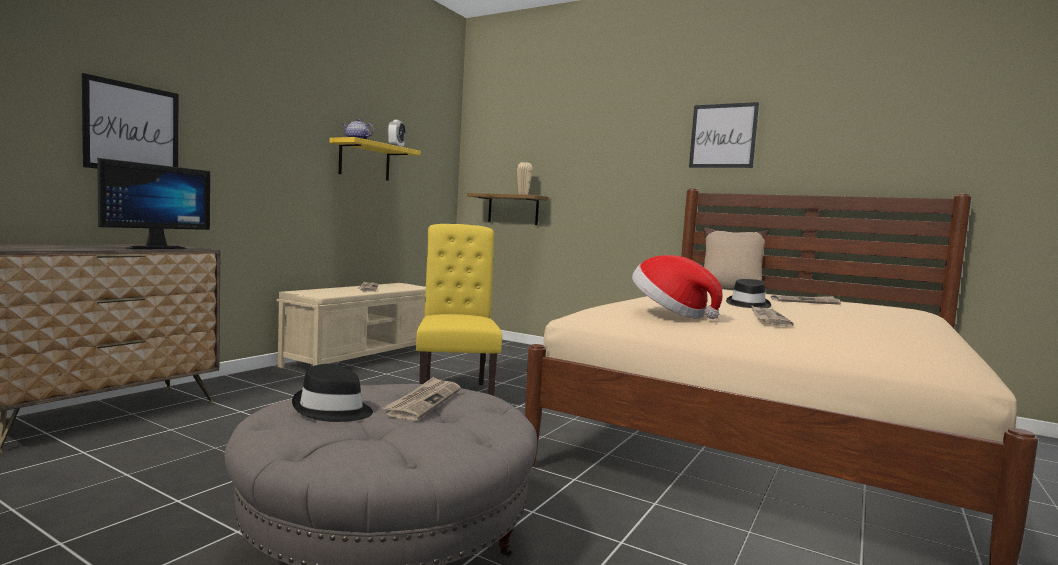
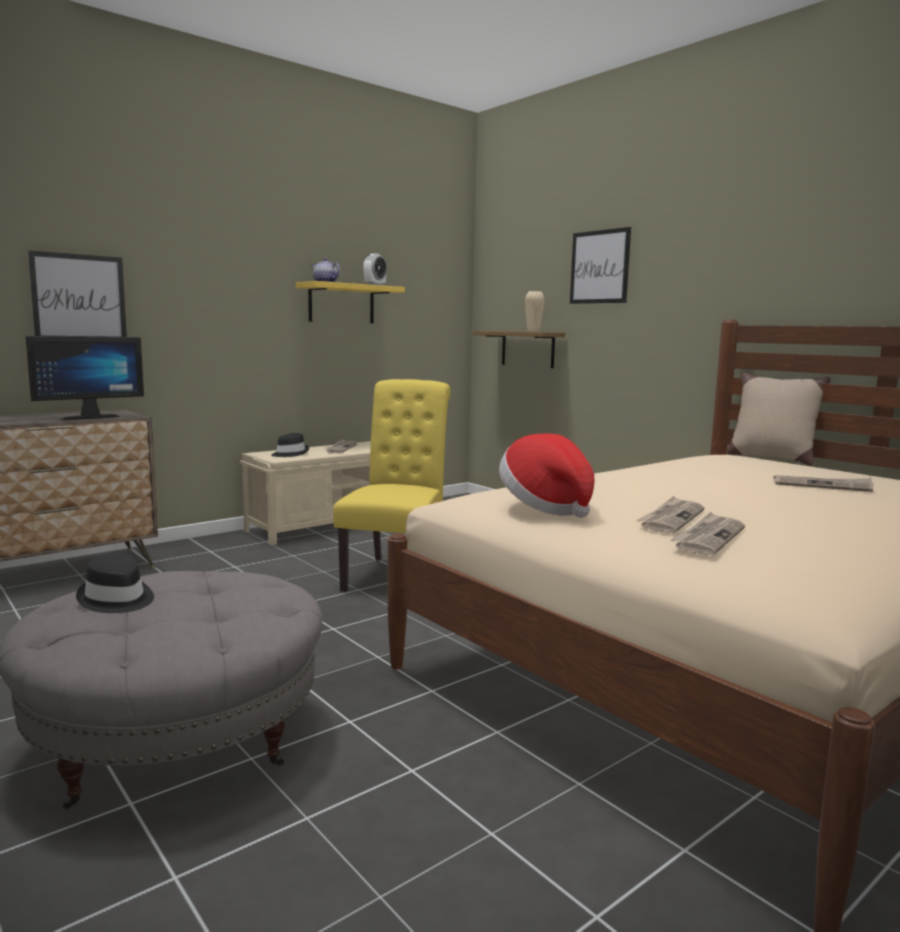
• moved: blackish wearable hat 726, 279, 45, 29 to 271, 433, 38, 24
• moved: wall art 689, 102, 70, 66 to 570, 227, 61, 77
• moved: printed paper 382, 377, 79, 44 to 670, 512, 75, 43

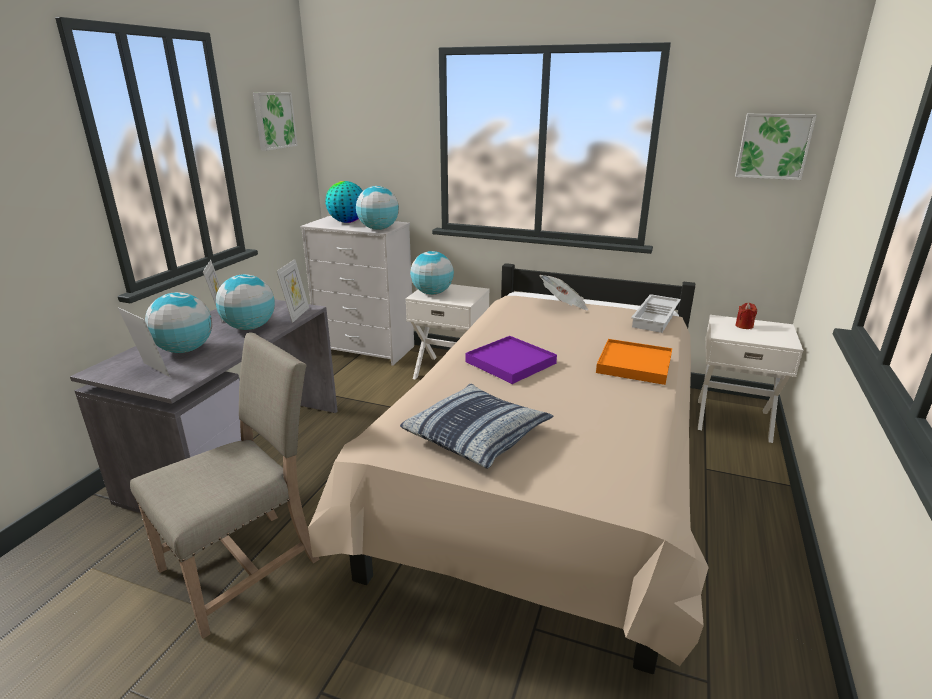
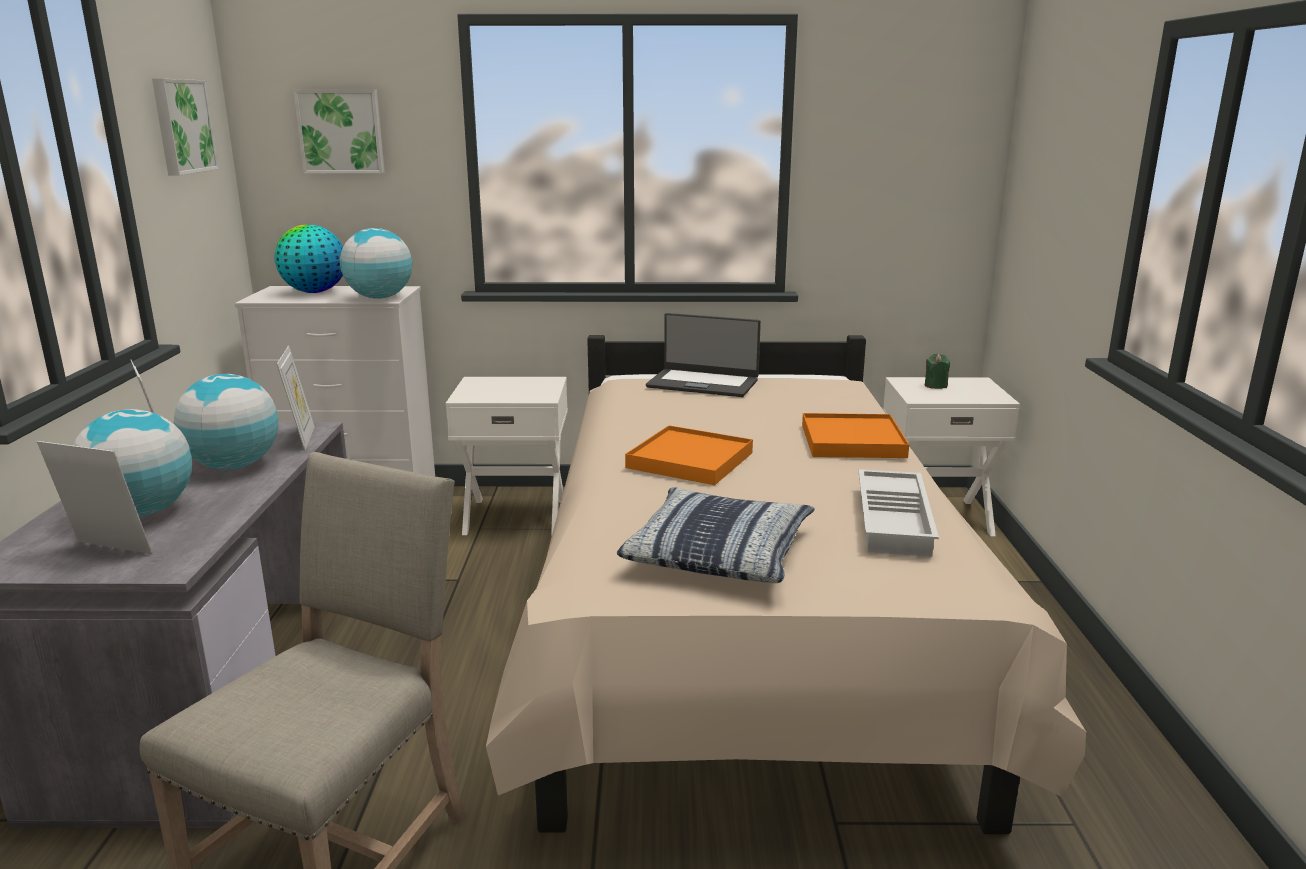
• moved: wall art 735, 114, 82, 66 to 294, 90, 91, 83
• recoloured: purple tray 465, 336, 92, 48 to orange-coloured tray 625, 425, 128, 60
• replaced: printed paper 540, 275, 49, 36 to laptop 646, 313, 115, 84
• moved: whitish tray 631, 294, 50, 39 to 858, 469, 81, 88
• recoloured: red-coloured wax light 735, 303, 22, 26 to green wax light 925, 354, 25, 35
• removed: desk globe 410, 251, 44, 44

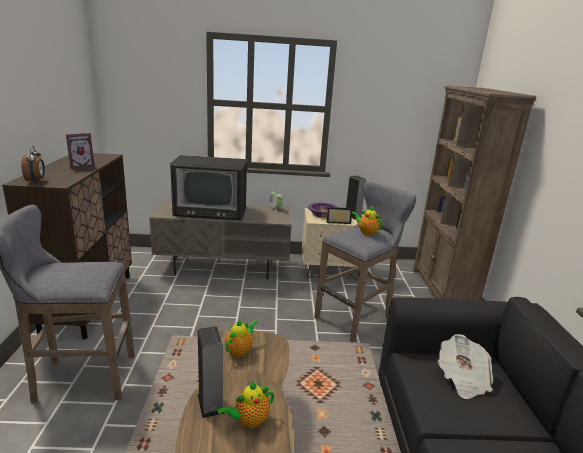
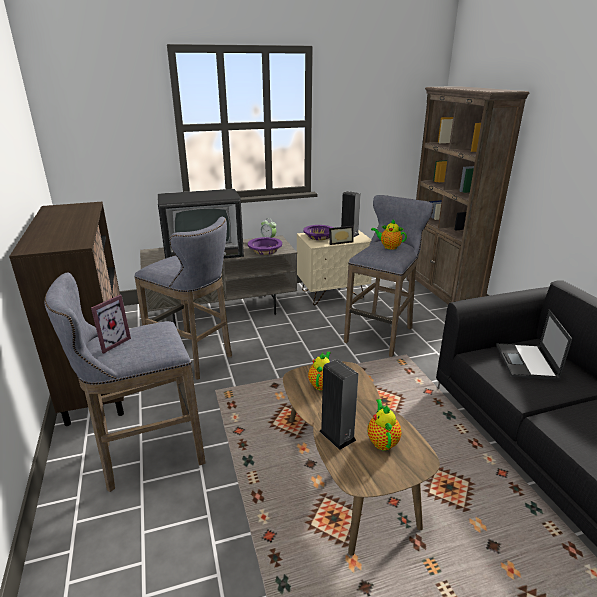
• moved: picture frame 66, 133, 29, 36 to 91, 295, 40, 59
• added: greyish stool seat 134, 217, 98, 163
• added: purple bowl 248, 237, 34, 18
• turned: tea pot 218, 382, 56, 46 = 367, 399, 34, 52 135 degrees clockwise
• replaced: printed paper 438, 334, 55, 65 to laptop 496, 310, 76, 70
• removed: table clock 21, 146, 24, 36

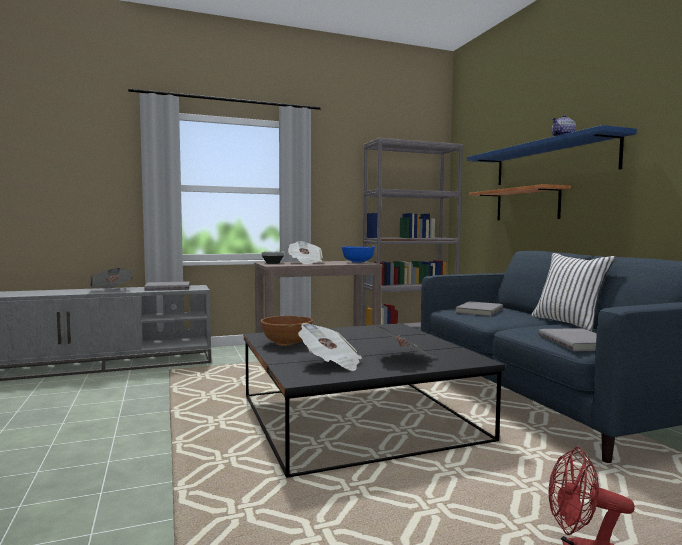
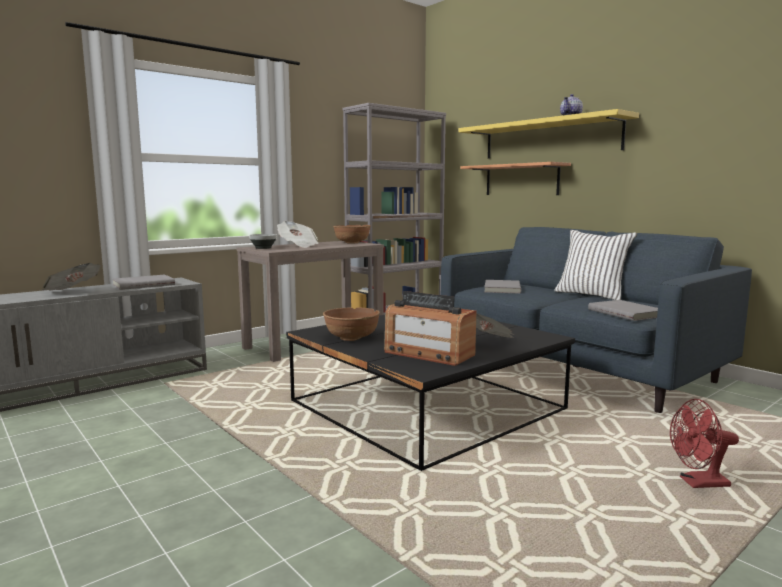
• recoloured: bluish bowl 342, 246, 33, 17 to brownish bowl 333, 225, 38, 19
• replaced: printed paper 298, 323, 64, 48 to radio set 384, 291, 92, 75
• recoloured: bluish wall shelf 467, 125, 170, 60 to yellow-coloured wall shelf 458, 109, 181, 50

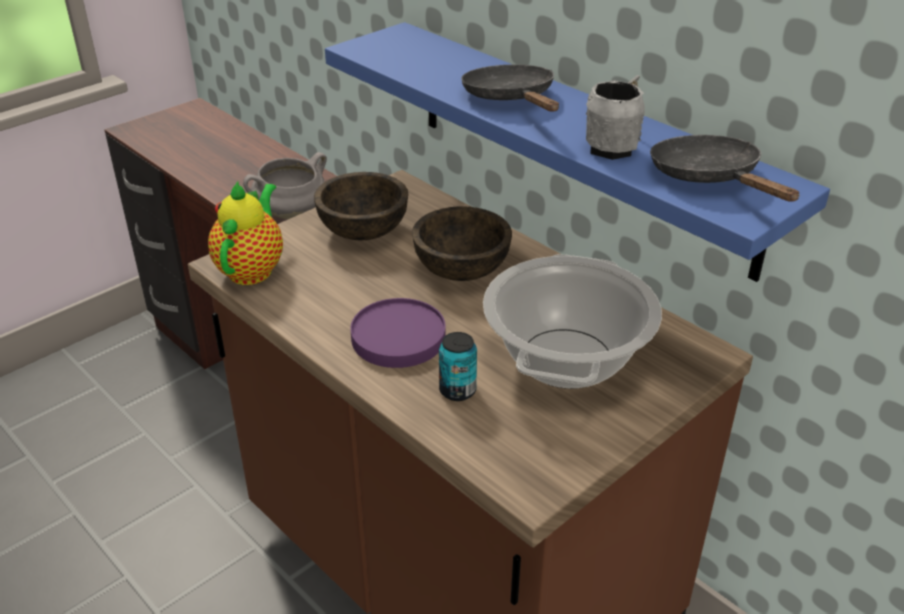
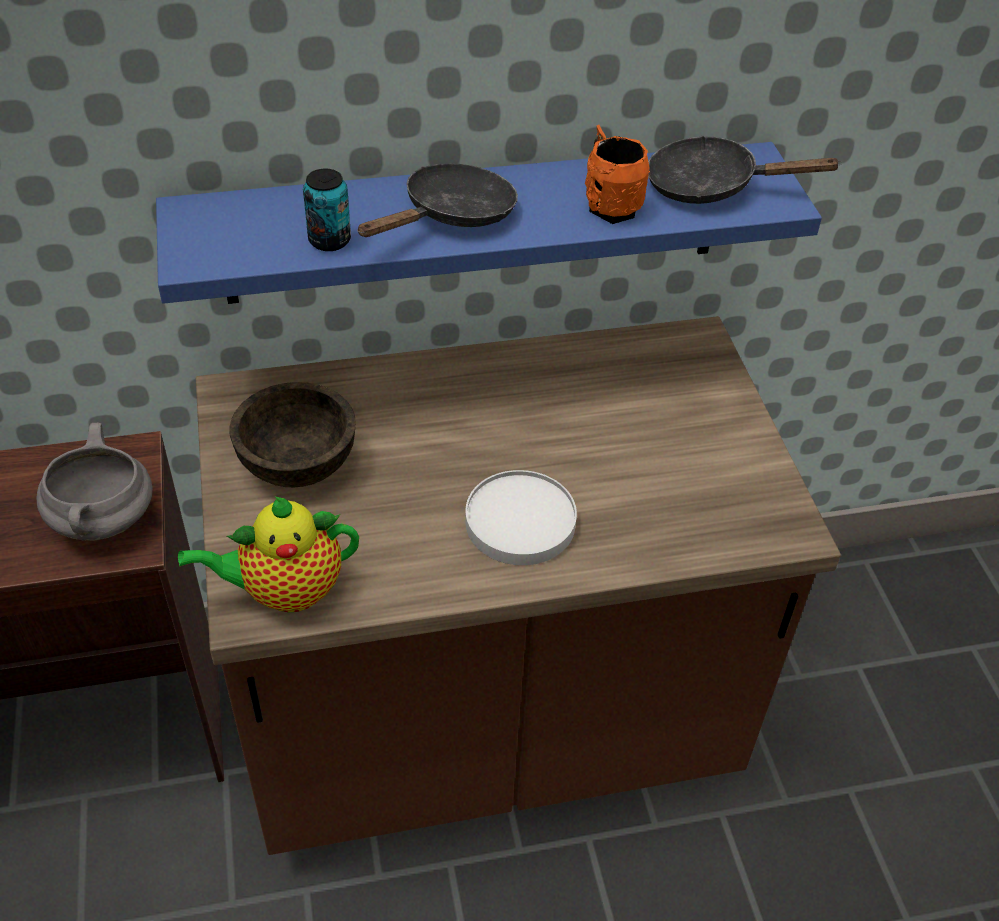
• turned: tea pot 208, 181, 75, 104 = 178, 497, 181, 115 60 degrees counterclockwise
• moved: metal can 439, 332, 38, 69 to 303, 169, 48, 82
• turned: blackish pan 461, 64, 98, 48 = 357, 163, 161, 74 120 degrees clockwise
• recoloured: purple plate 350, 298, 96, 70 to whitish plate 465, 470, 112, 95
• recoloured: greyish mug 586, 75, 59, 85 to orange-coloured mug 585, 125, 65, 99
• removed: brownish bowl 412, 206, 100, 75
• removed: saucepot 483, 254, 179, 135

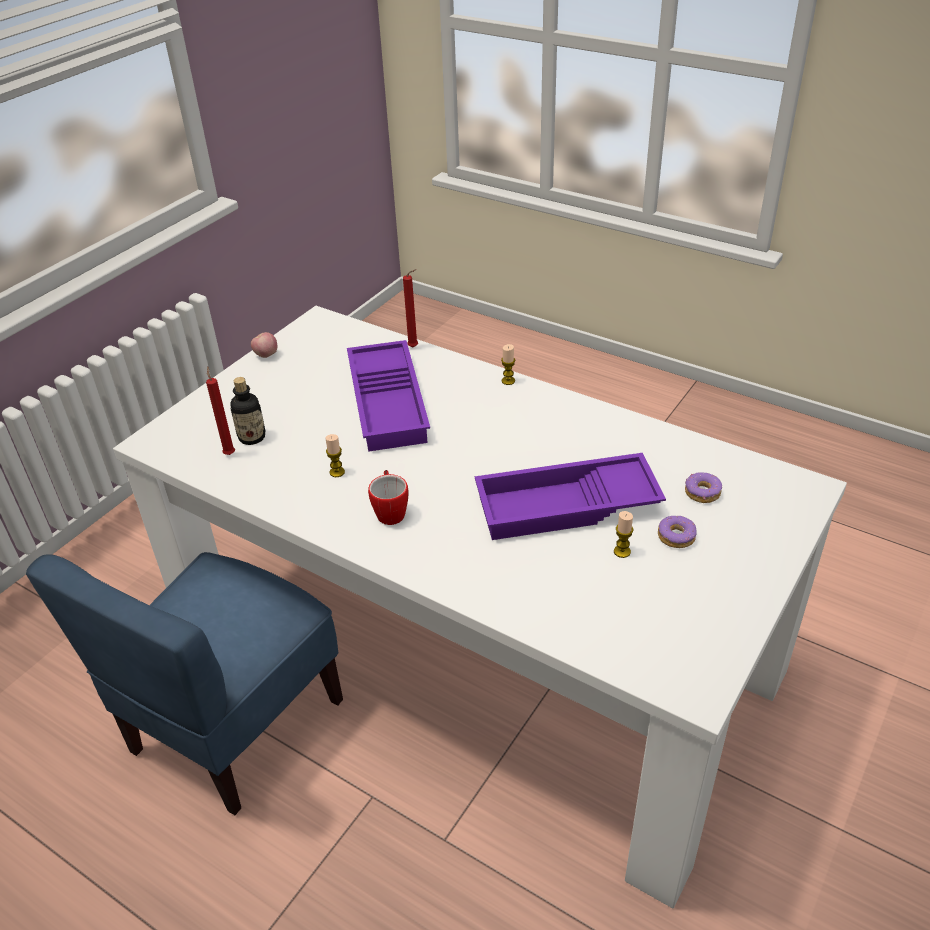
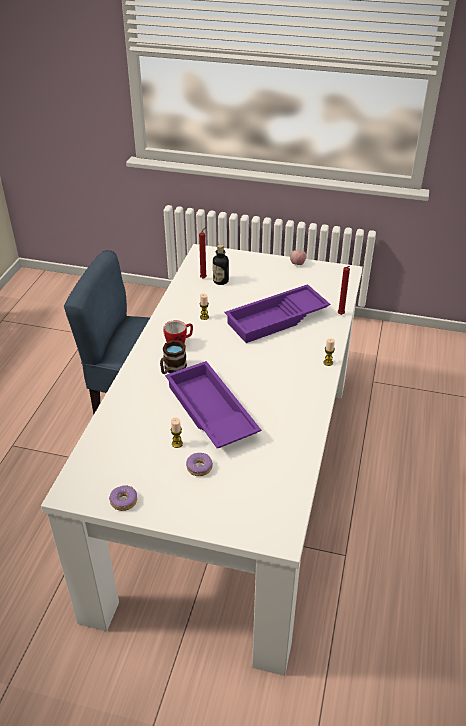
• moved: doughnut 685, 473, 37, 30 to 109, 485, 28, 26
• added: brownish mug 160, 340, 27, 34

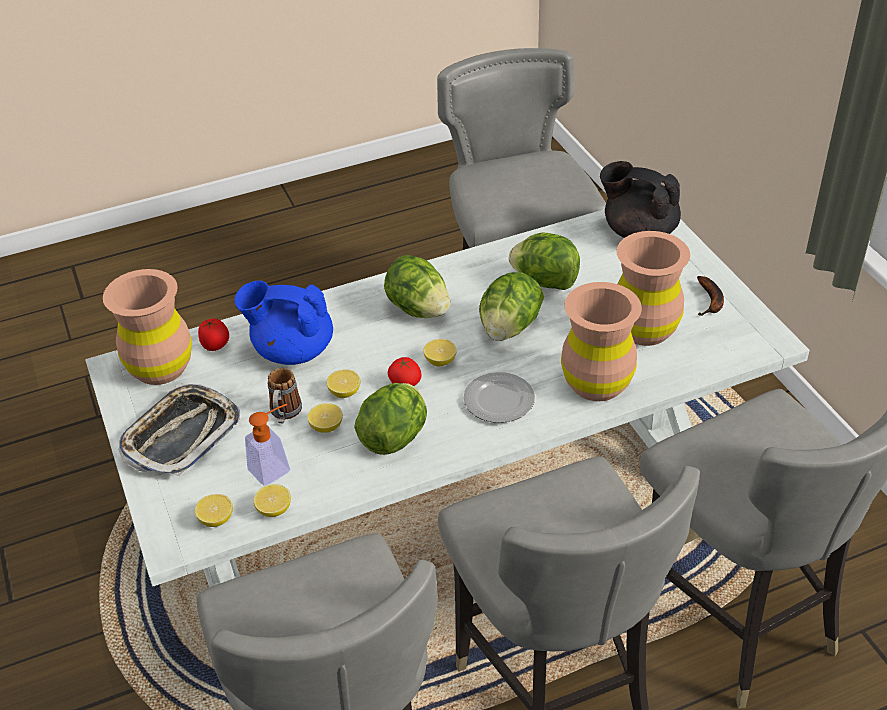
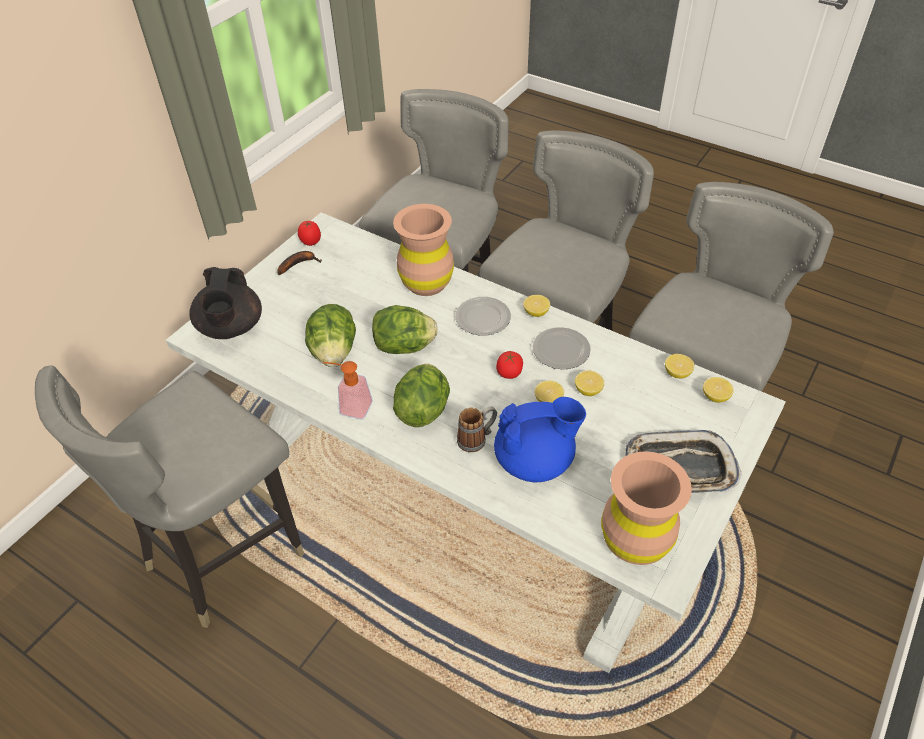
• moved: fresh tomato 198, 319, 31, 32 to 298, 221, 23, 25
• moved: soap dispenser 245, 404, 45, 82 to 323, 361, 49, 58
• moved: mug 268, 368, 34, 56 to 457, 406, 40, 46
• turned: bluish tea pot 235, 281, 98, 84 = 494, 397, 92, 85 75 degrees counterclockwise
• moved: whole lemon 423, 339, 34, 28 to 523, 295, 27, 22
• replaced: lettuce 354, 383, 73, 72 to plate 532, 327, 59, 42
• removed: brownish flower vase 617, 231, 73, 115

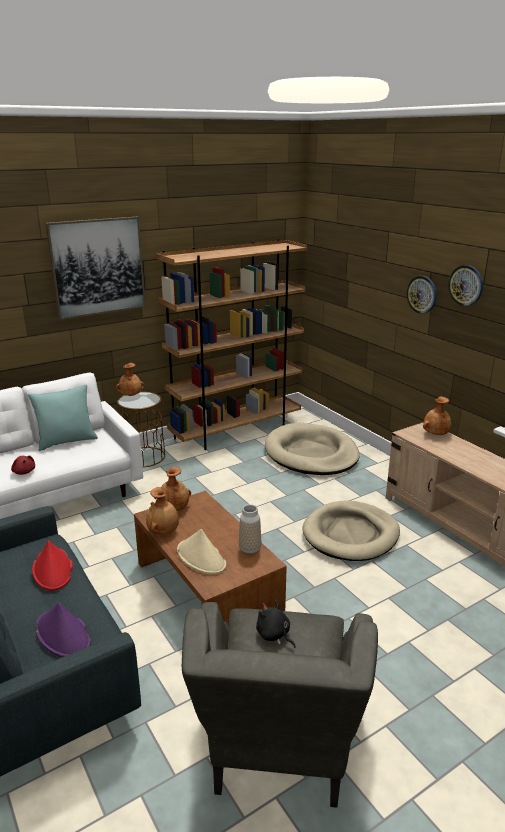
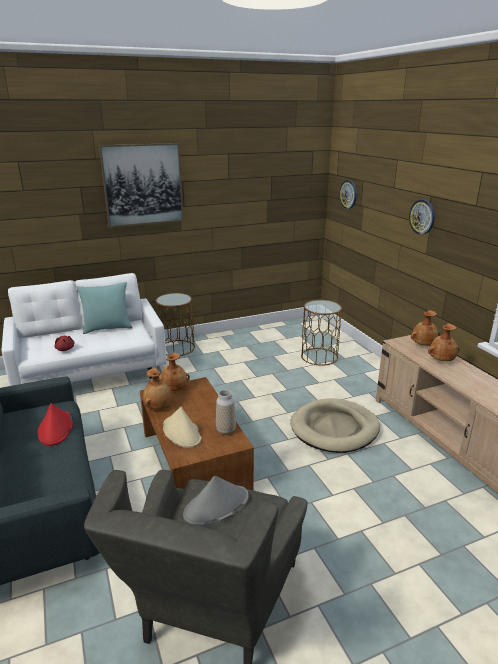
• replaced: blackish cuddly toy 256, 601, 40, 47 to greyish wearable hat 183, 476, 66, 50
• replaced: beige dog cushion 265, 423, 94, 52 to brownish side table 301, 300, 41, 66
• moved: wall clock 448, 265, 35, 41 to 339, 180, 18, 29
• moved: brownish flower vase 116, 363, 28, 33 to 428, 324, 31, 37
• removed: purple wearable hat 36, 602, 55, 56
• removed: brownish shelving unit 156, 239, 151, 211

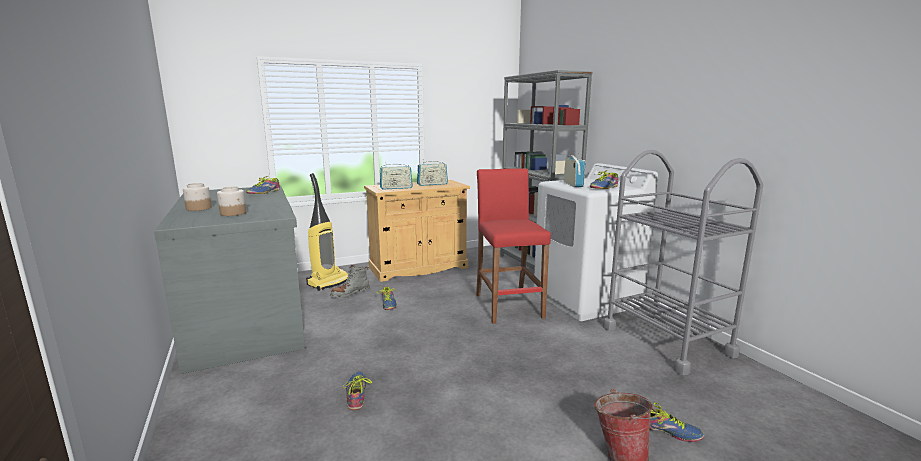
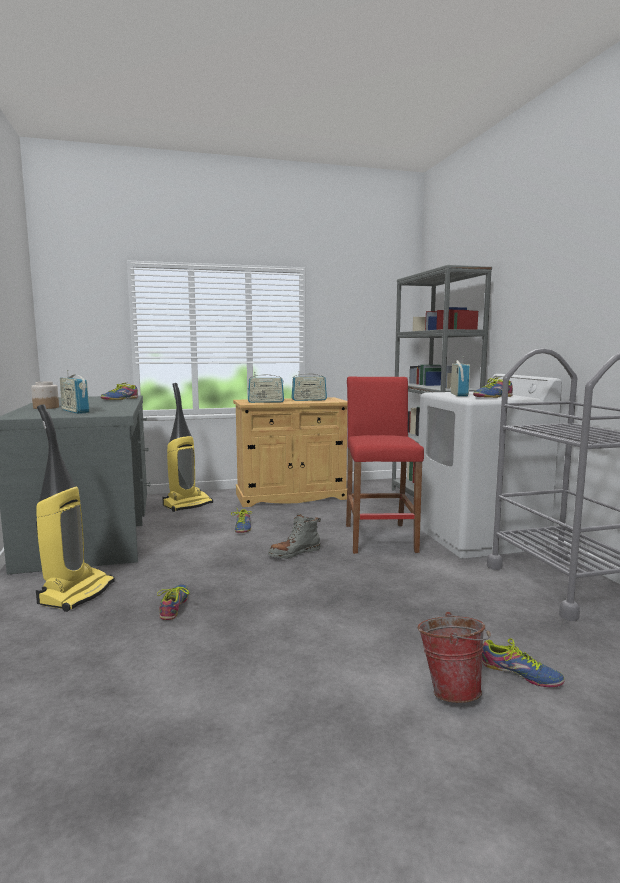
• added: vacuum cleaner 36, 404, 79, 208
• replaced: preserve jar 217, 187, 29, 29 to radio set 60, 370, 30, 44
• moved: greyish high-top boot 330, 265, 40, 33 to 268, 514, 53, 45

